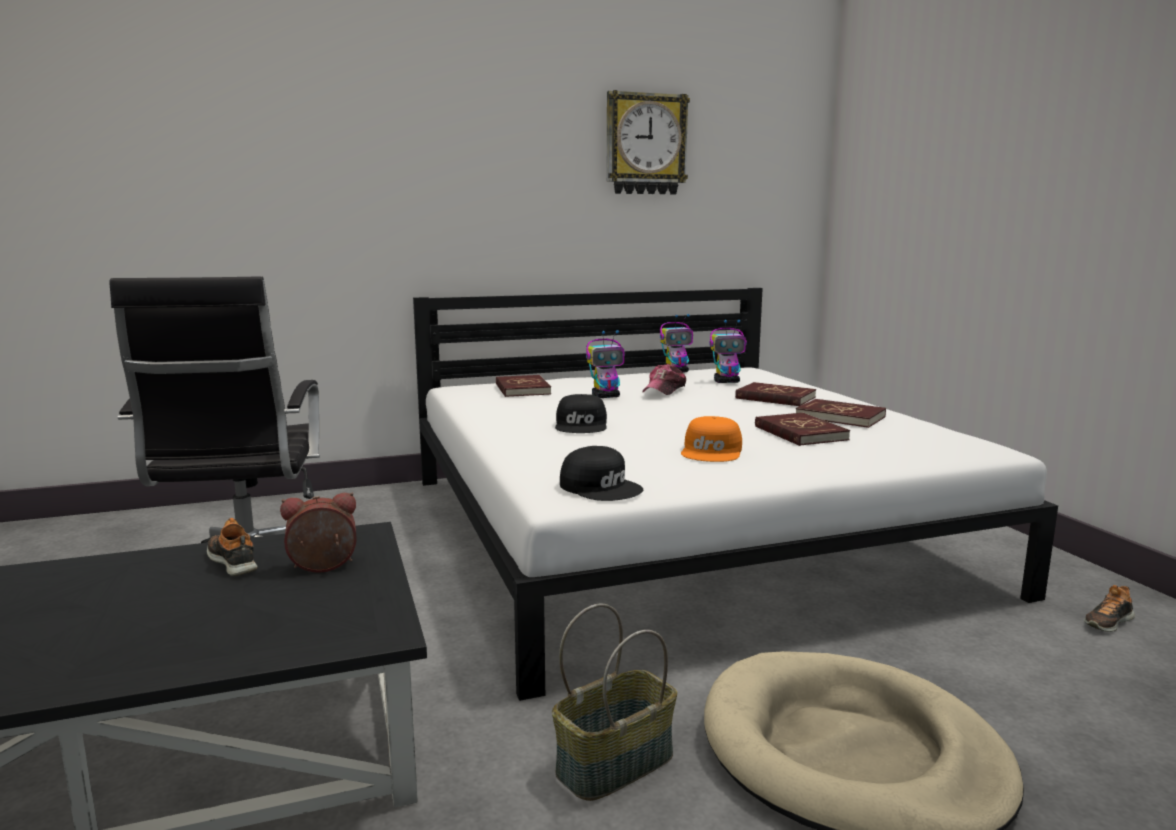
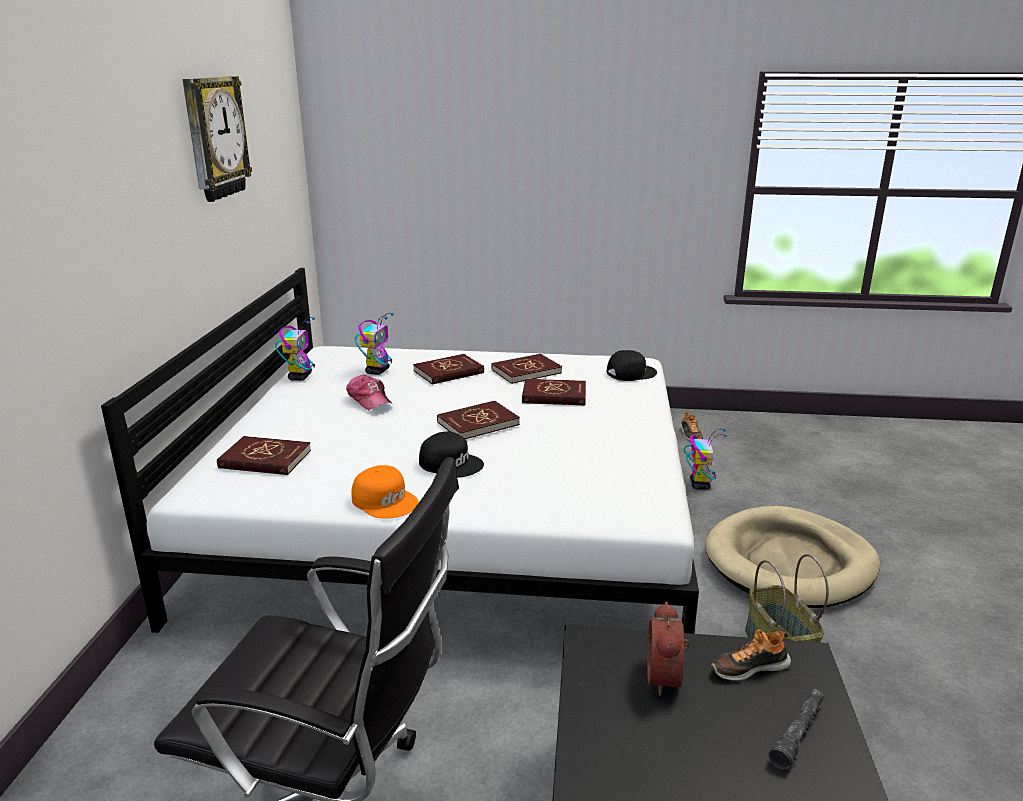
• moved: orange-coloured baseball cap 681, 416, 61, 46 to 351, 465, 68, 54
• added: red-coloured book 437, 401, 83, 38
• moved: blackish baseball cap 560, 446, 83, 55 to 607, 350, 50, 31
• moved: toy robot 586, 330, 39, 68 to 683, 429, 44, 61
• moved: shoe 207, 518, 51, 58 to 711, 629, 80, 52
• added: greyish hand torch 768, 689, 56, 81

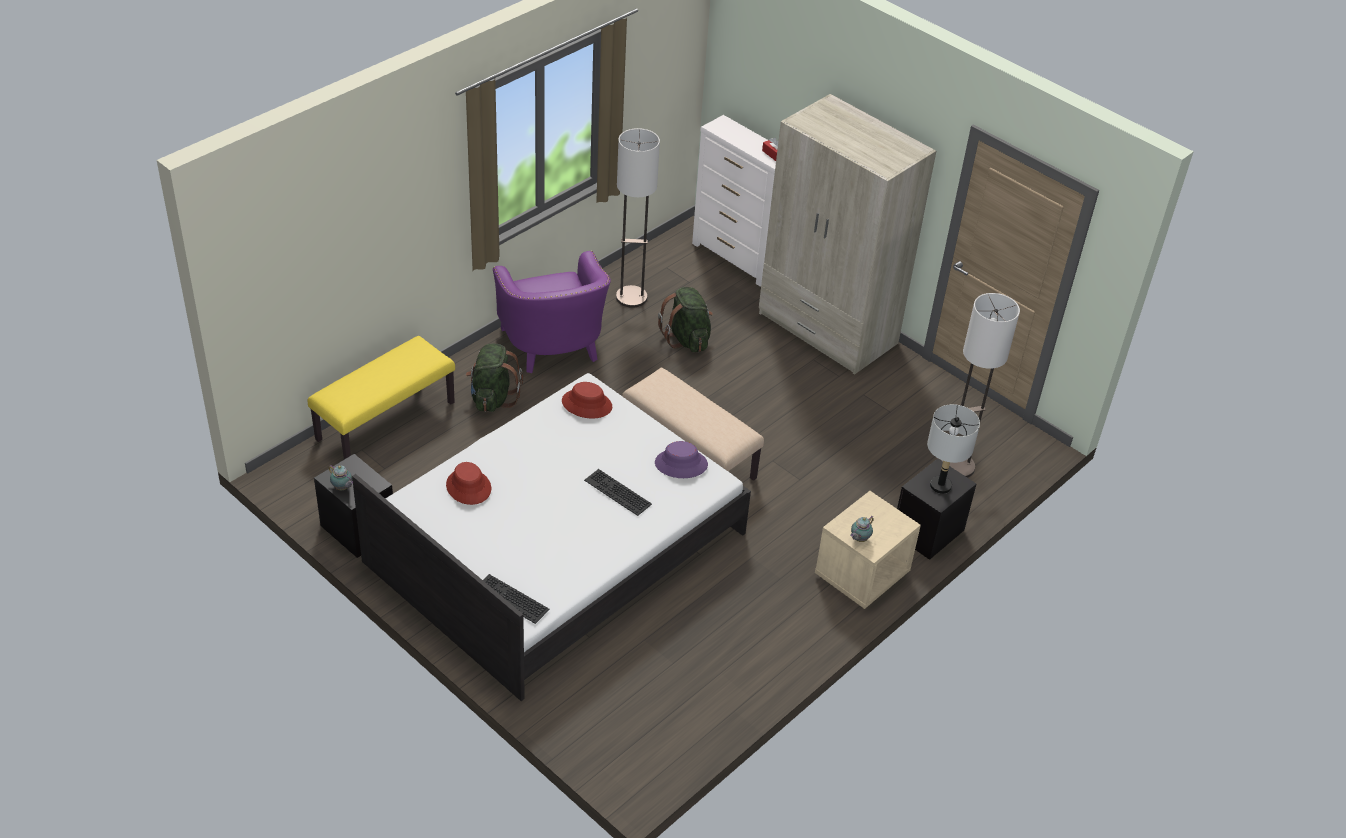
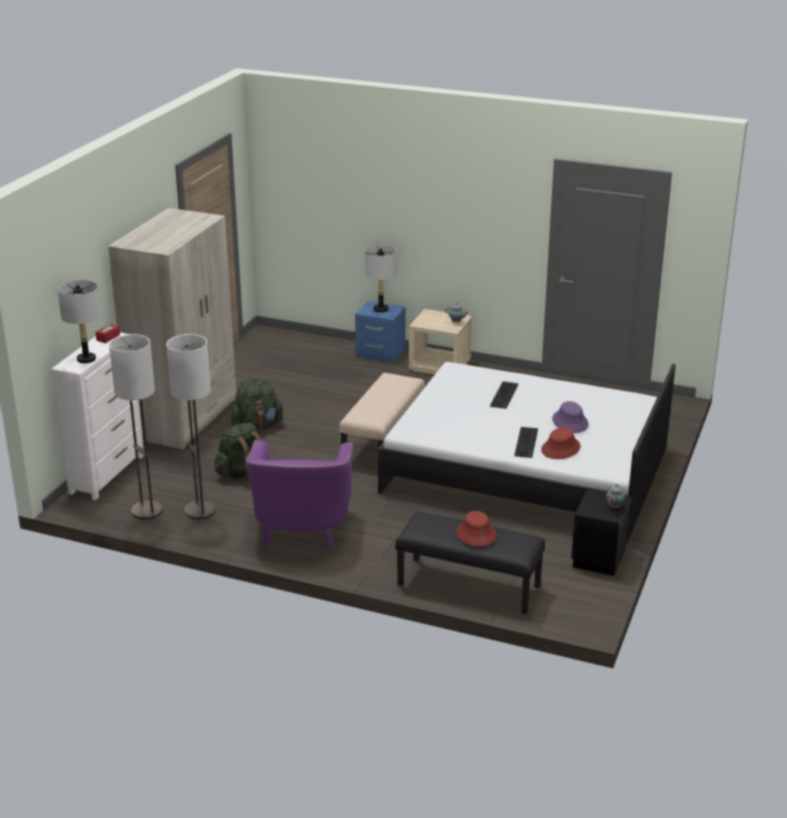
• added: greyish table lamp 57, 280, 44, 83
• moved: floor lamp 941, 293, 79, 185 to 109, 334, 54, 186
• moved: green knapsack 466, 344, 57, 68 to 230, 378, 54, 52
• turned: purple easy chair 493, 251, 118, 122 = 245, 440, 109, 109 135 degrees clockwise
• recoloured: blackish nightstand 897, 458, 79, 102 to bluish nightstand 355, 301, 50, 62
• recoloured: yellow-coloured indoor bench 308, 336, 147, 123 to blackish indoor bench 395, 512, 150, 102
• moved: red-coloured wearable hat 562, 382, 50, 36 to 457, 511, 40, 36
• moved: keyboard 483, 574, 67, 50 to 514, 427, 24, 31
• moved: purple wearable hat 655, 441, 53, 37 to 552, 401, 37, 32

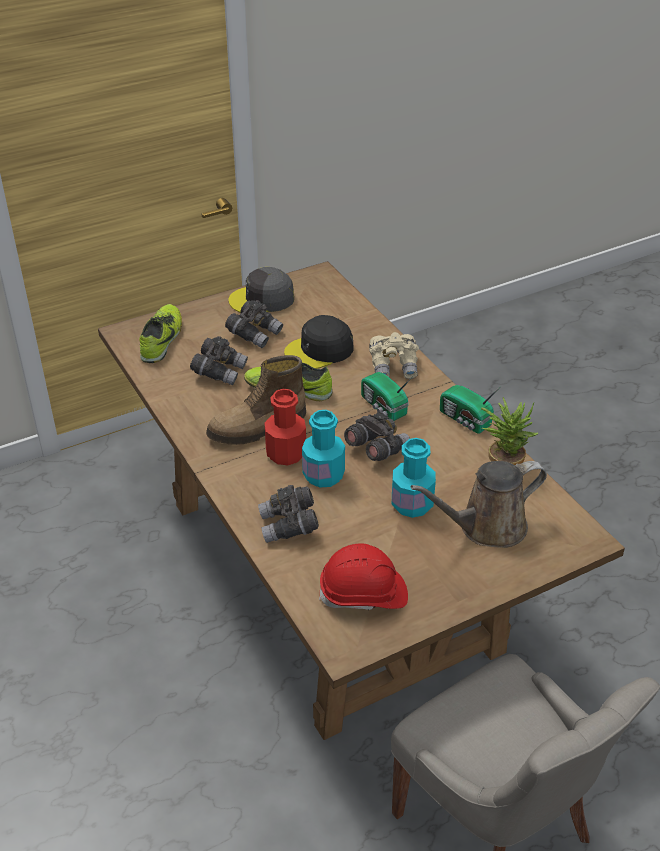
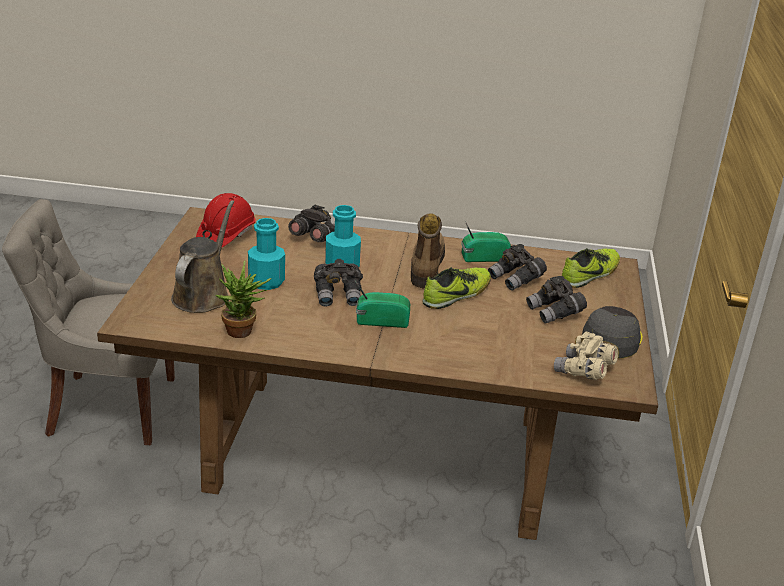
• moved: radio set 440, 385, 61, 49 to 461, 221, 50, 41
• moved: beige pair of binoculars 369, 332, 50, 47 to 554, 331, 64, 49
• turned: shoe 139, 304, 43, 59 = 562, 248, 58, 40 90 degrees counterclockwise
• removed: red-coloured bottle 265, 389, 41, 76
• removed: blackish baseball cap 284, 315, 70, 54

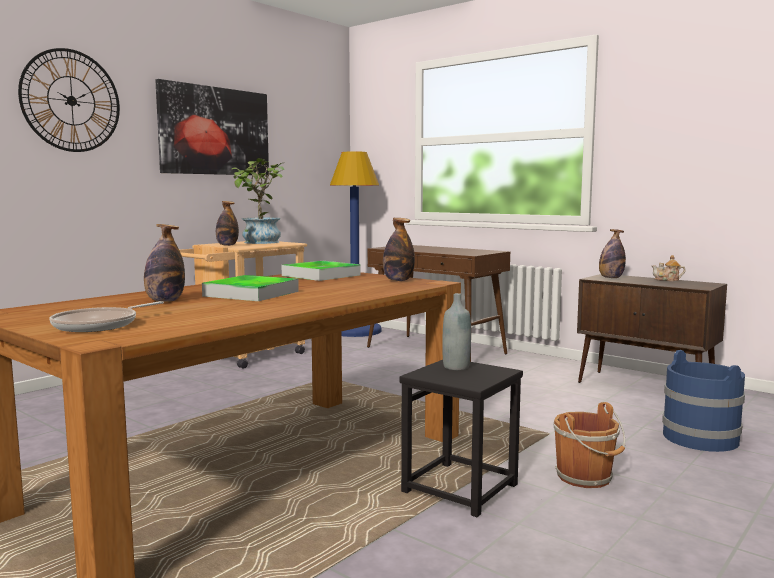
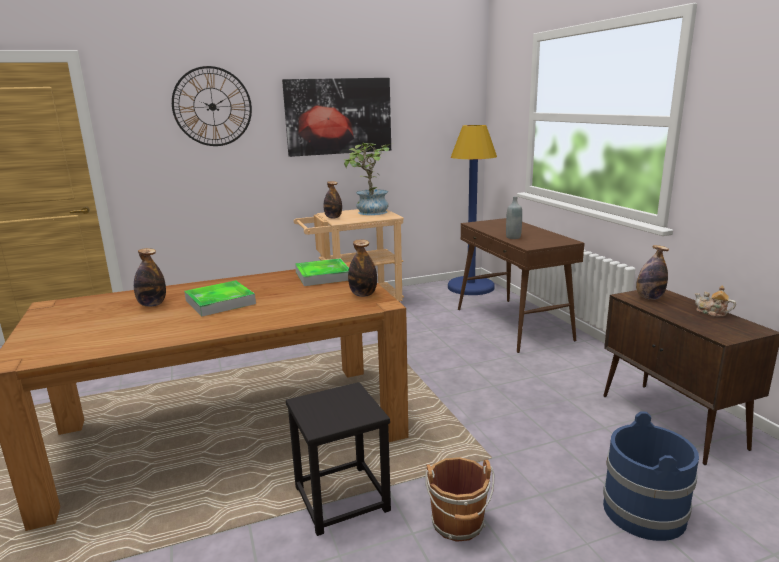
• moved: greyish bottle 442, 293, 29, 77 to 506, 196, 16, 43
• removed: pan 49, 301, 115, 31

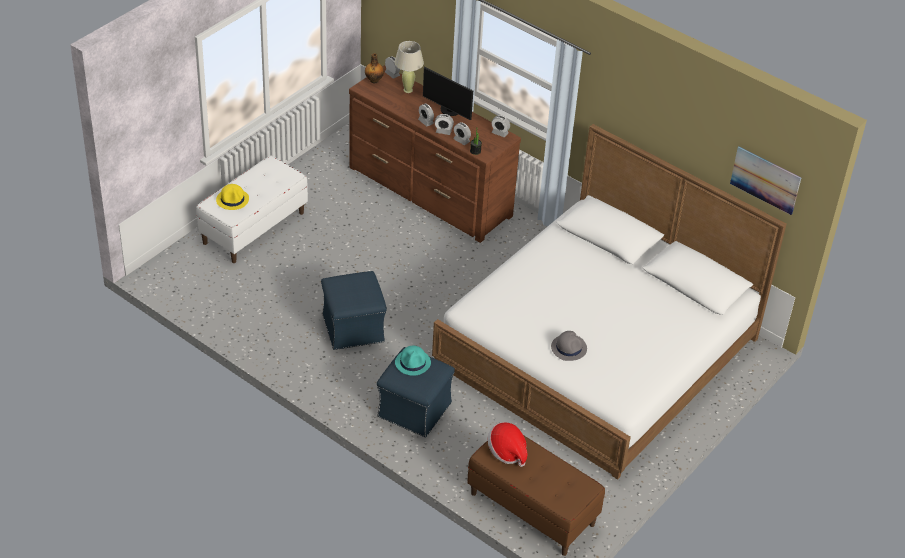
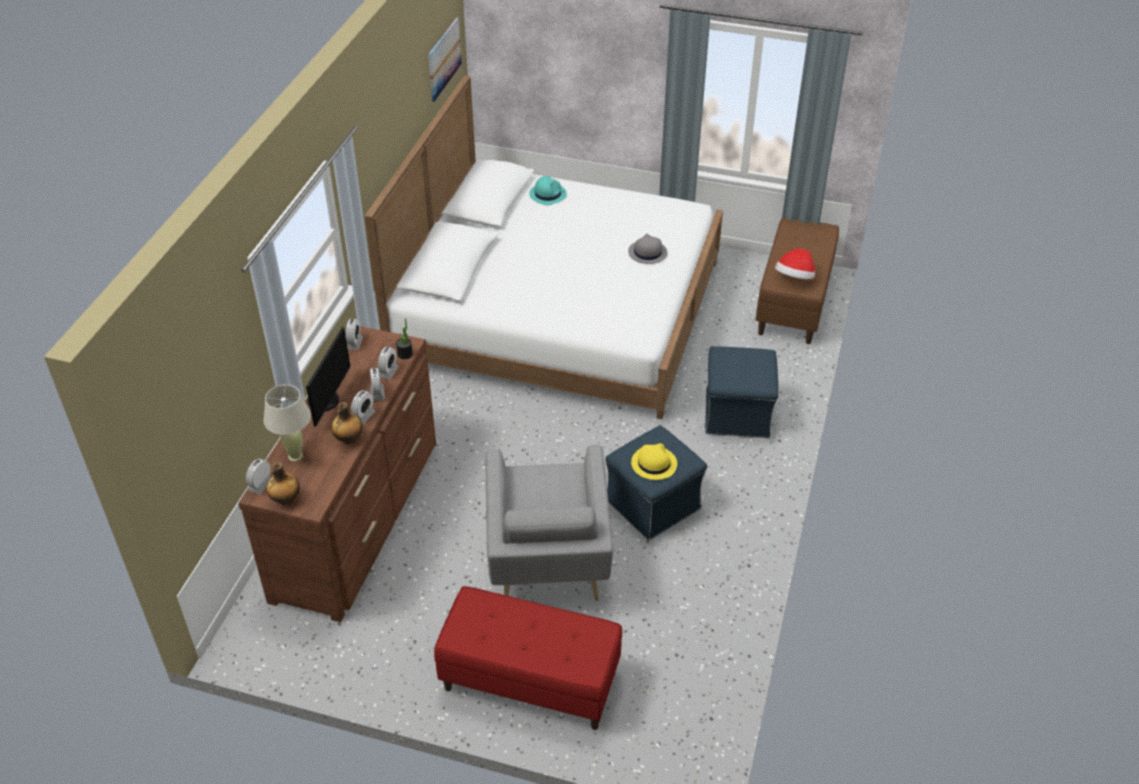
• added: bottle 331, 402, 32, 42
• recoloured: whitish indoor bench 196, 156, 112, 107 to red-coloured indoor bench 434, 586, 188, 144
• added: greyish easy chair 485, 445, 128, 156
• moved: blue-green wearable hat 395, 346, 36, 30 to 529, 176, 38, 29
• moved: yellow-coloured wearable hat 216, 184, 33, 26 to 631, 443, 46, 37

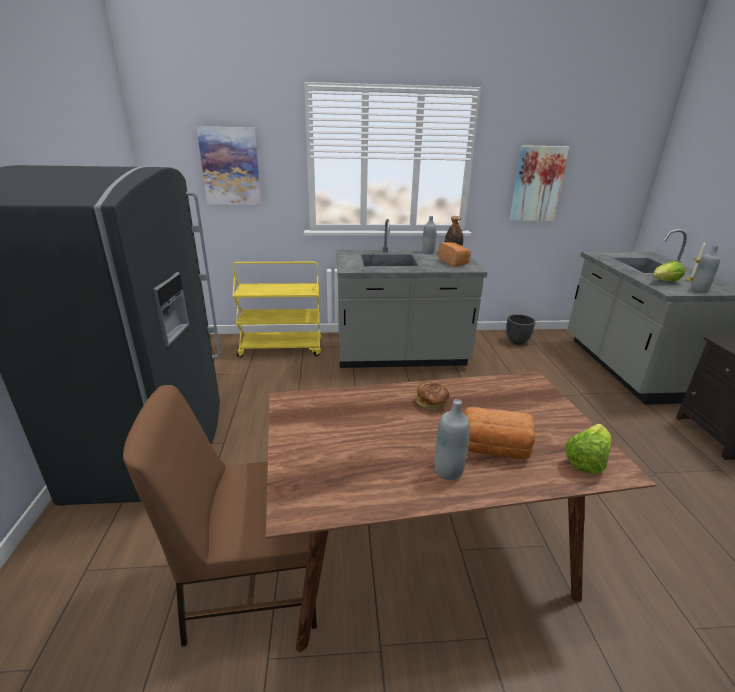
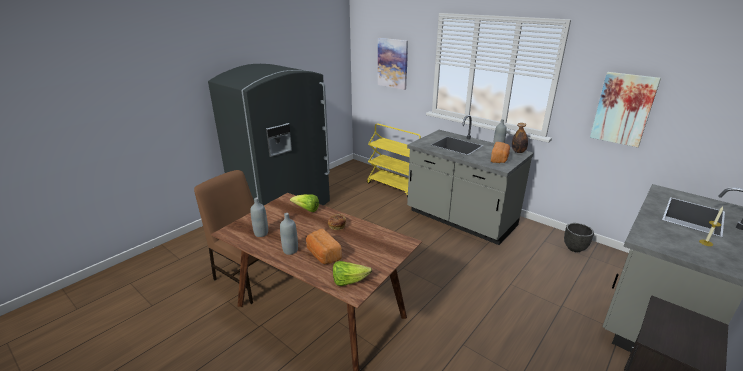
• moved: greyish bottle 691, 245, 29, 47 to 250, 197, 18, 40
• moved: lettuce 653, 261, 32, 21 to 290, 194, 29, 18

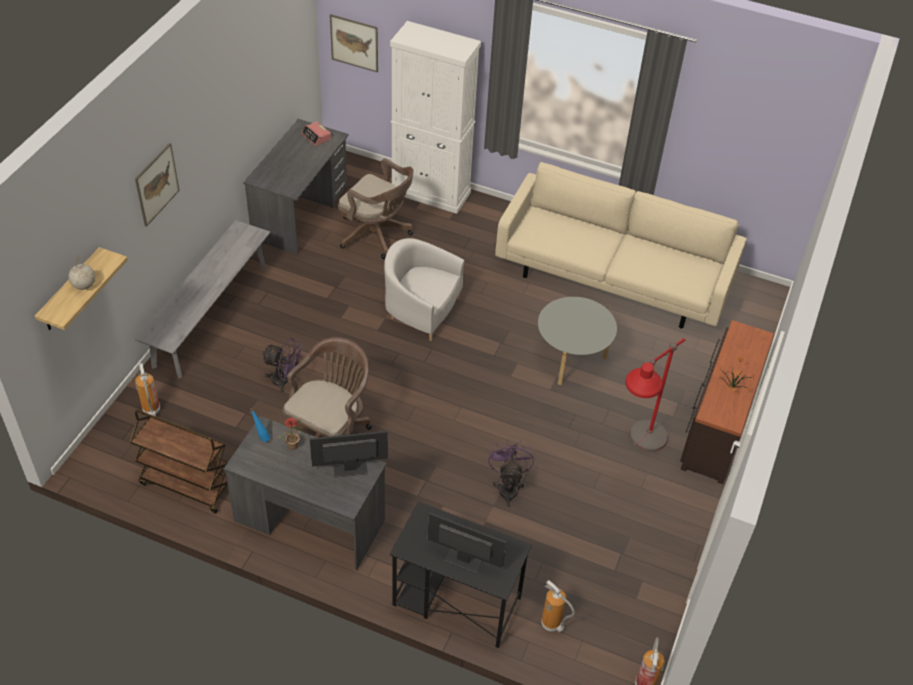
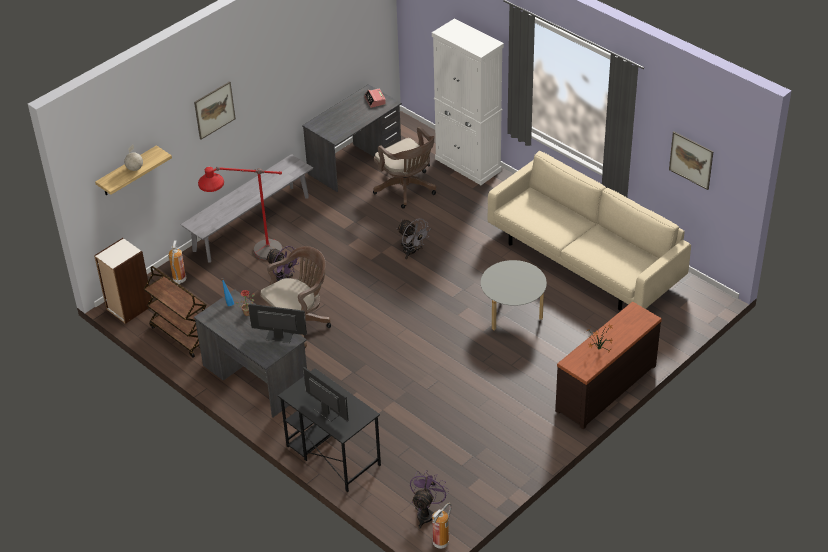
• added: shelving unit 94, 238, 58, 86
• moved: red-coloured floor lamp 625, 338, 60, 114 to 198, 167, 85, 93
• replaced: whitish easy chair 384, 238, 80, 103 to greyish electric fan 397, 219, 34, 40
• moved: purple electric fan 488, 440, 46, 67 to 410, 470, 39, 59
• moved: wall art 330, 14, 48, 58 to 669, 132, 45, 58
• removed: fire-fighting cylinder 541, 580, 34, 53

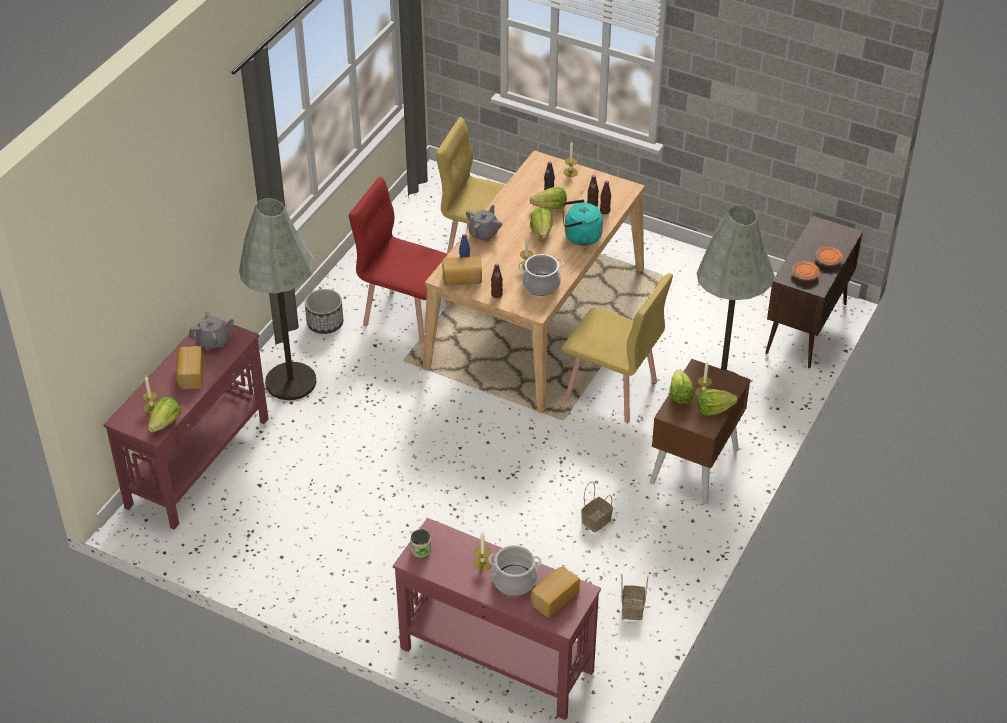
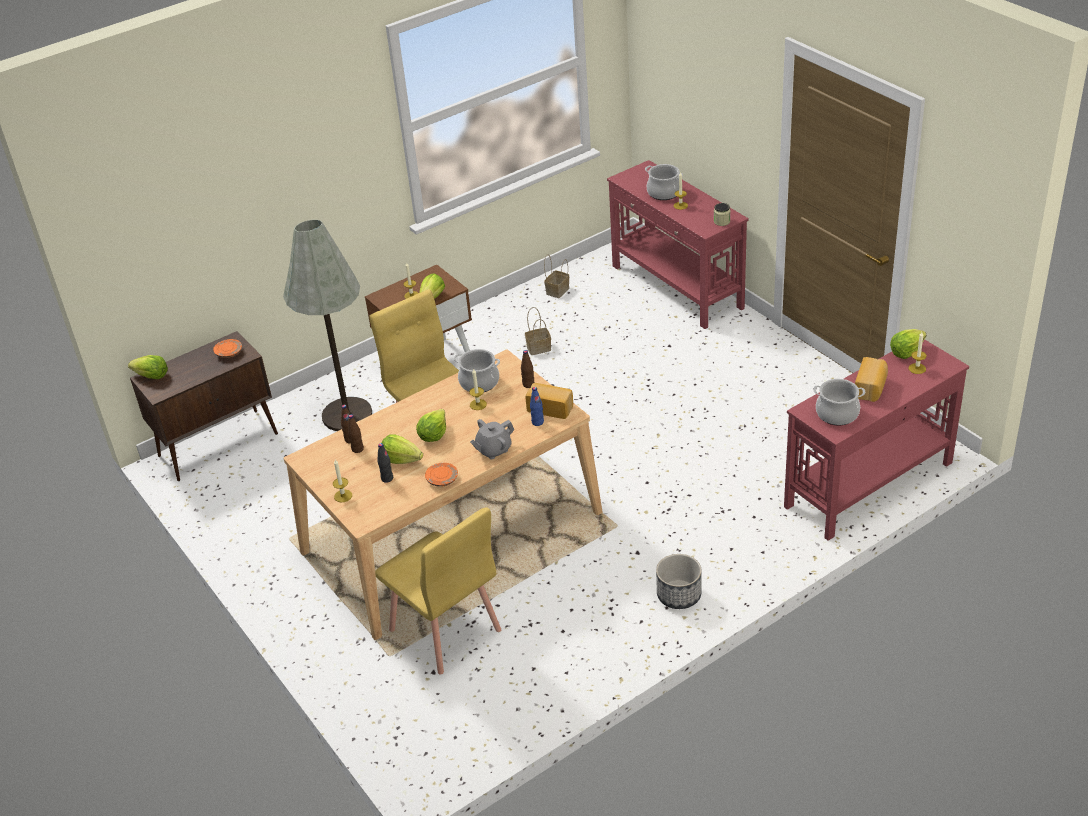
• moved: lettuce 697, 389, 41, 27 to 128, 355, 40, 24
• moved: orange-coloured plate 815, 247, 28, 19 to 425, 463, 33, 24
• replaced: greyish tea pot 189, 311, 45, 39 to saucepot 813, 379, 52, 46
• removed: greyish floor lamp 239, 198, 77, 202
• removed: red-coloured upright chair 349, 177, 102, 167
• removed: baked bread 531, 566, 49, 52
• removed: blue-green tea kettle 562, 199, 41, 47

